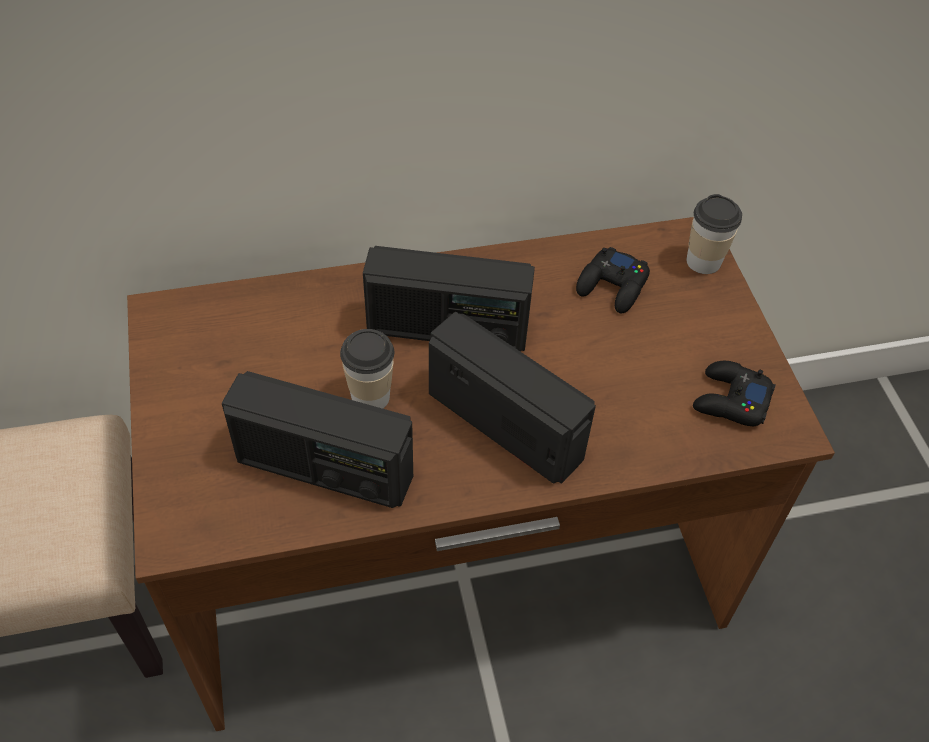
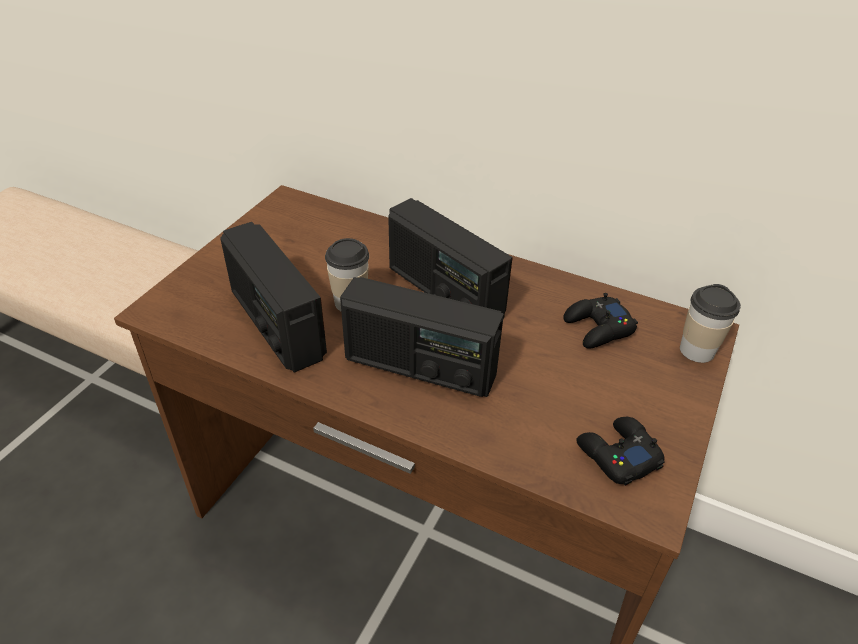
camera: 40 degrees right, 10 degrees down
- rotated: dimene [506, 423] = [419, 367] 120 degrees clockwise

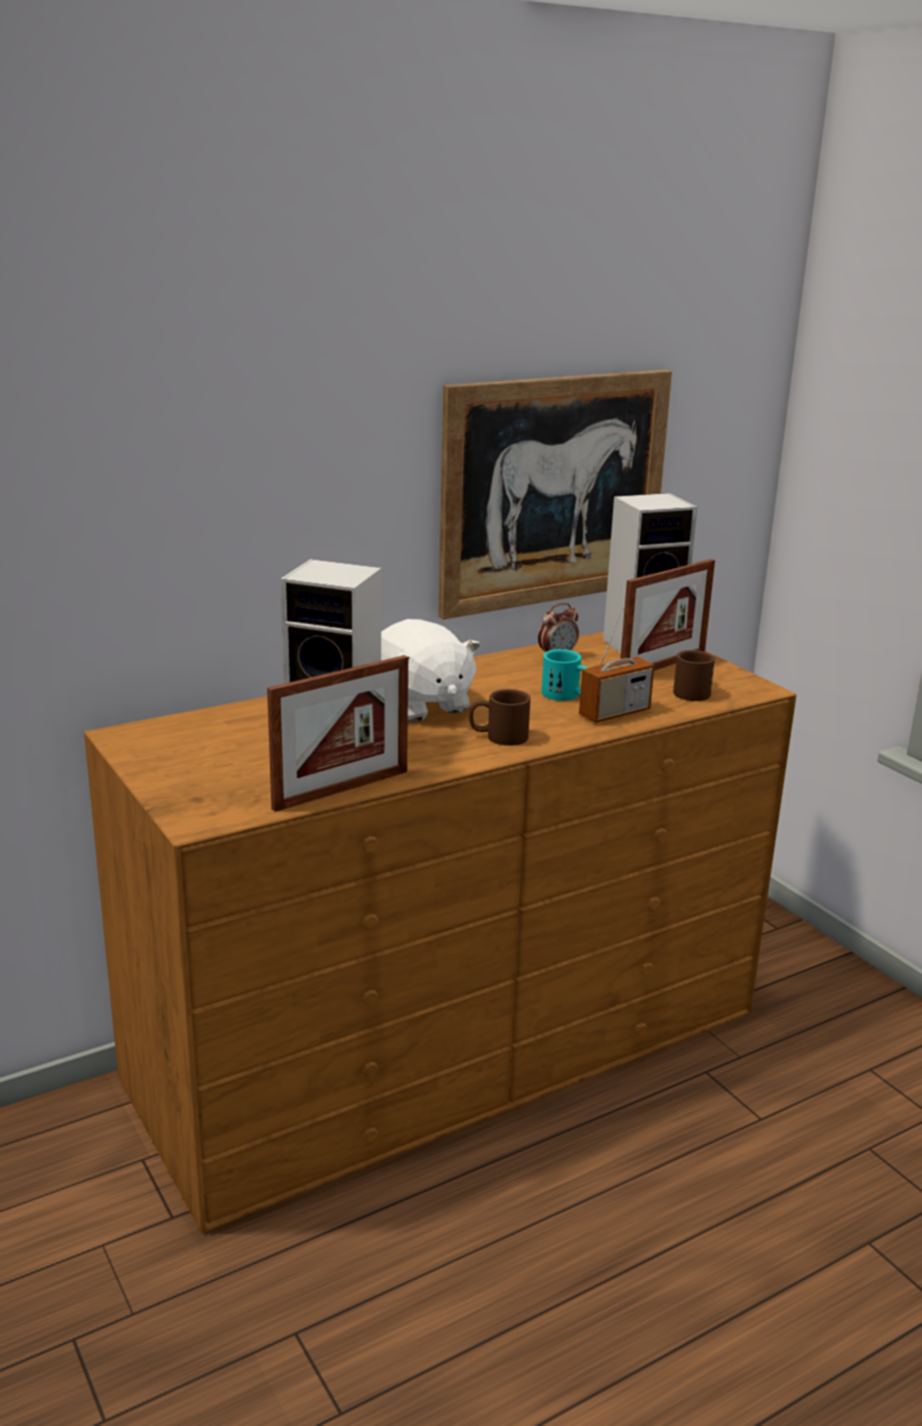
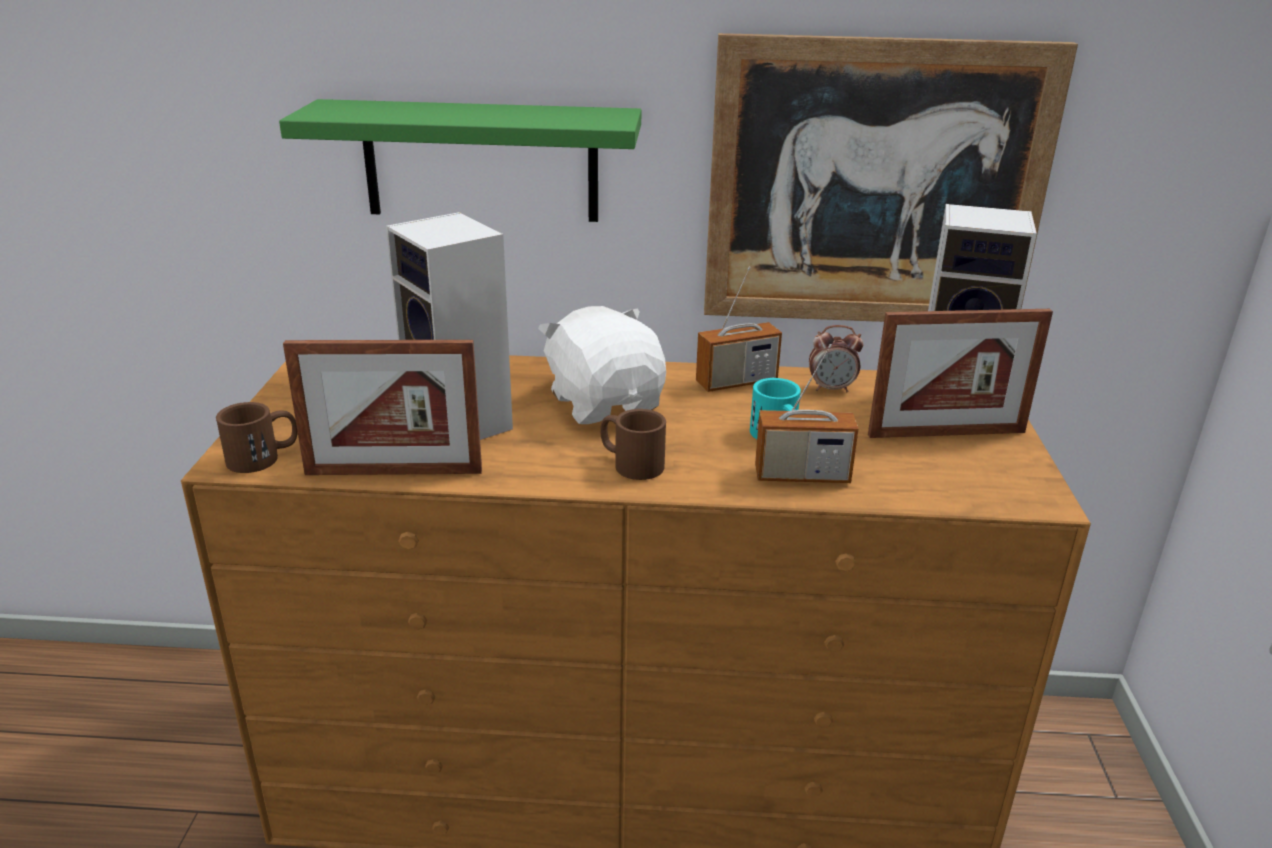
camera: 35 degrees right, 5 degrees up
- shifted: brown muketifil [694, 691] to [264, 457]
- new: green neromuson [481, 161]
- rotated: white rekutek [420, 705] = [605, 403] 150 degrees clockwise
- new: dimene [736, 382]

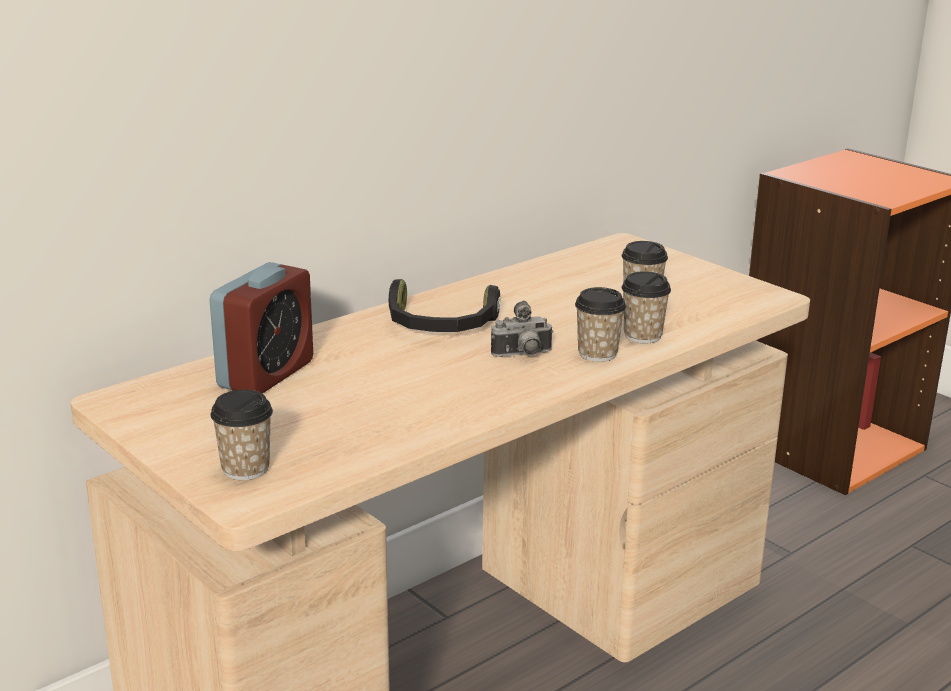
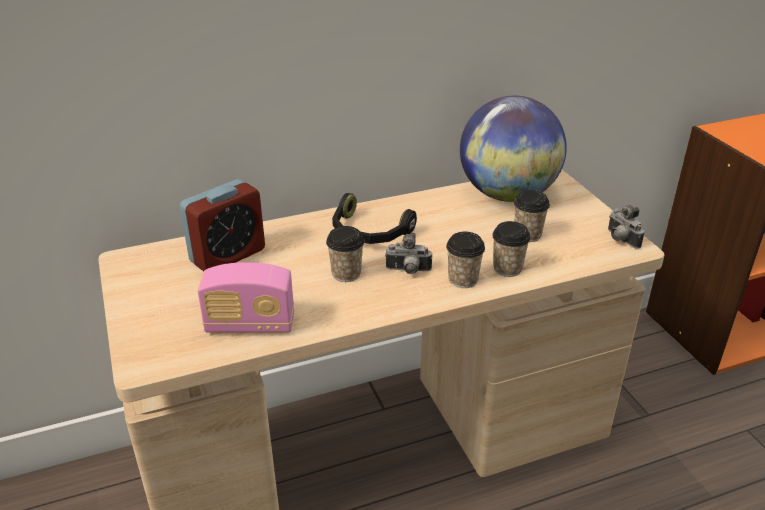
camera: 20 degrees right, 10 degrees up
- new: dimene [250, 325]
- shifted: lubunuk [245, 469] to [346, 274]
- new: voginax [507, 194]
- new: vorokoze [620, 240]

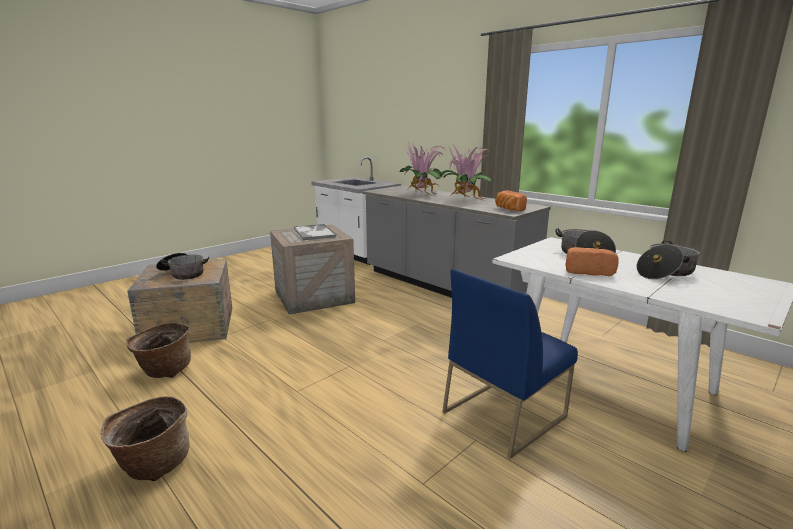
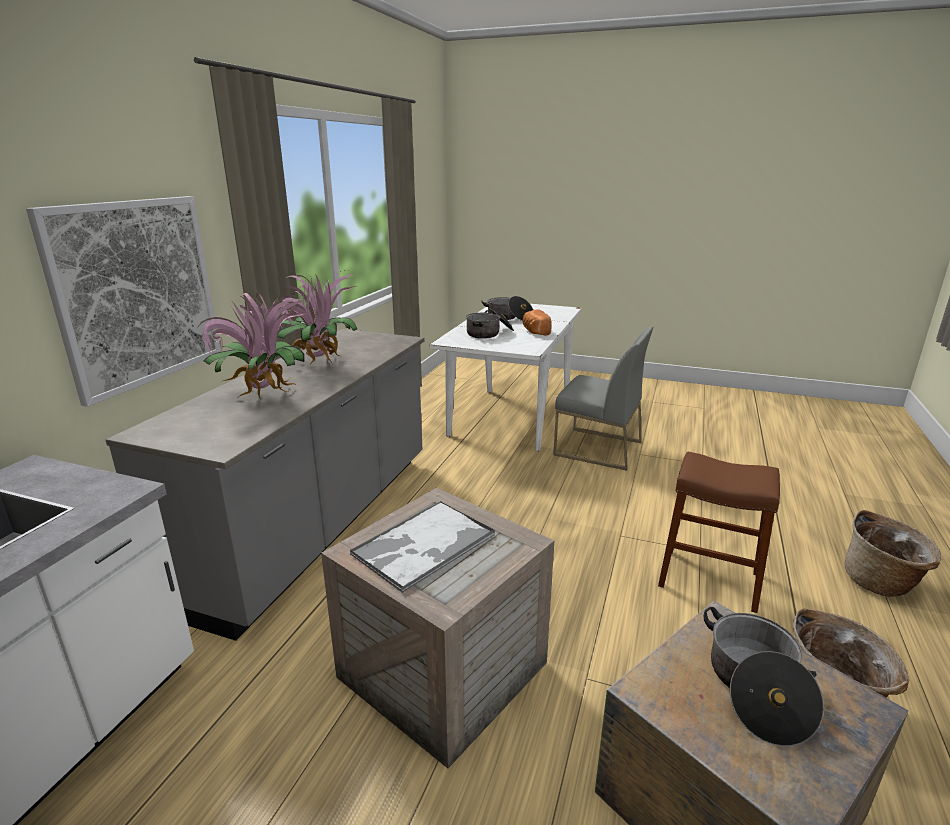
camera: 115 degrees left, 5 degrees up
- new: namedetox [137, 293]
- repainted: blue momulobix [504, 414] to grey momulobix [597, 448]
- new: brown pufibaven [709, 579]
- gone: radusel [508, 209]

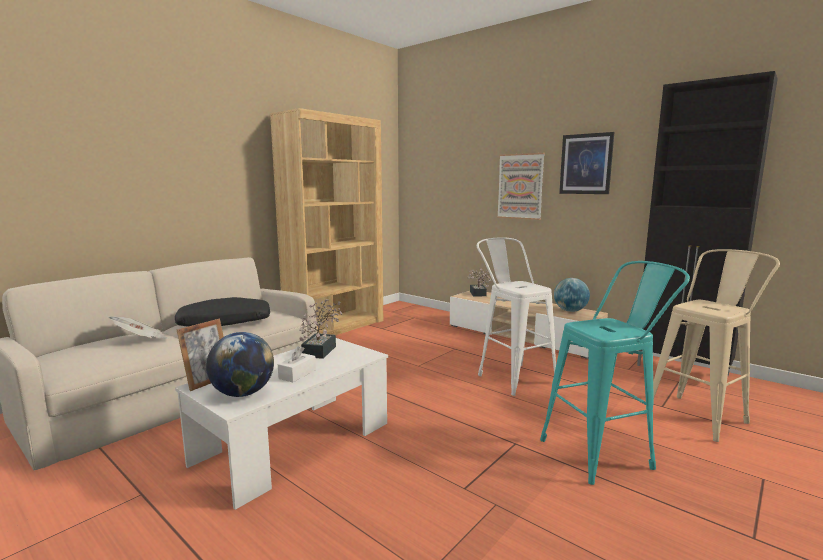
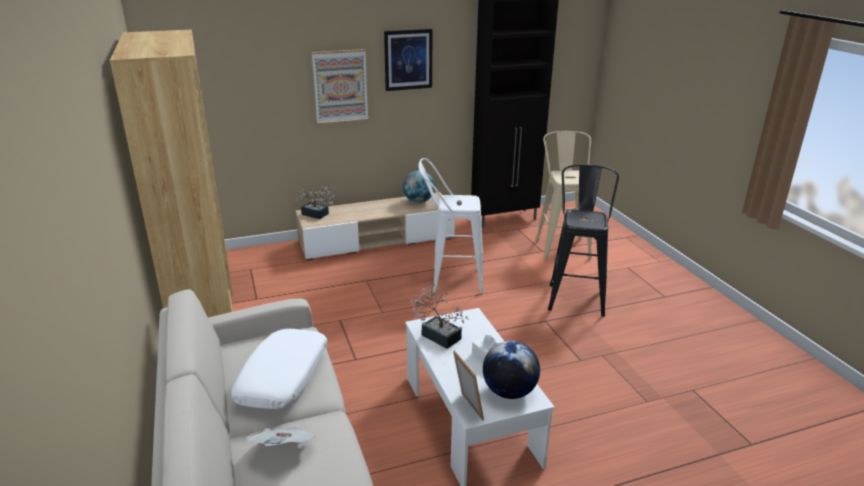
camera: 60 degrees left, 15 degrees up
- repainted: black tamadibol [225, 323] to white tamadibol [283, 377]
- repainted: turquoise pufibaven [604, 452] to black pufibaven [576, 296]

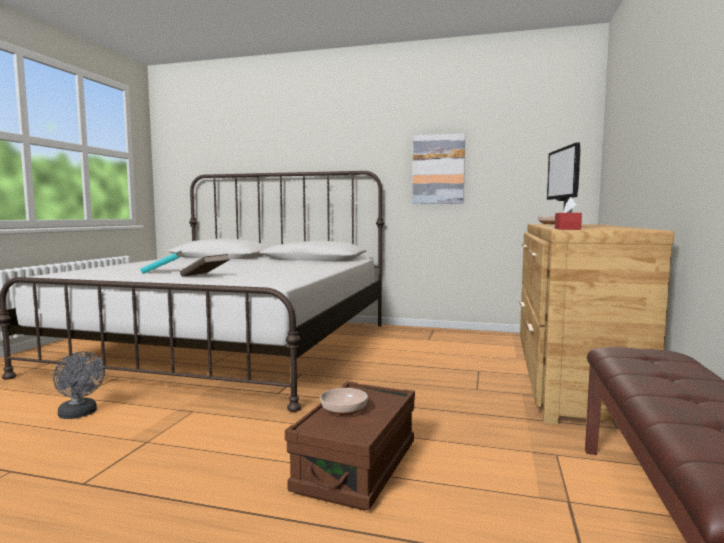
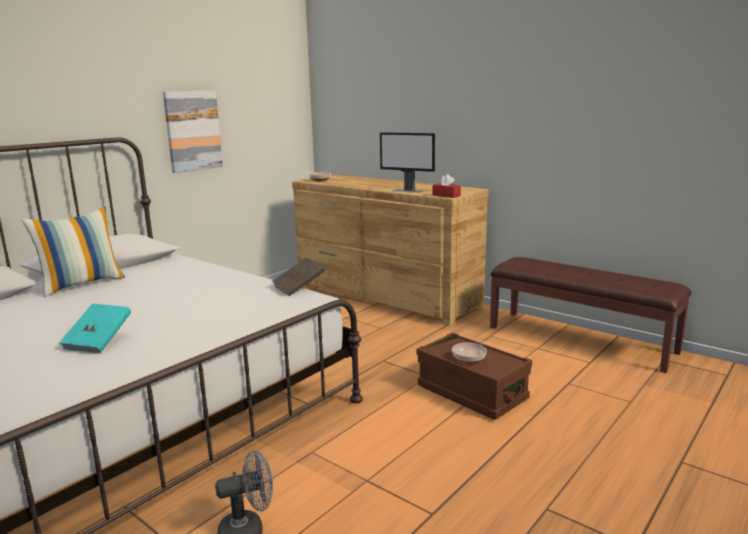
camera: 65 degrees left, 10 degrees up
- new: tamadibol [82, 284]
- shifted: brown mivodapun [205, 276] to [299, 287]

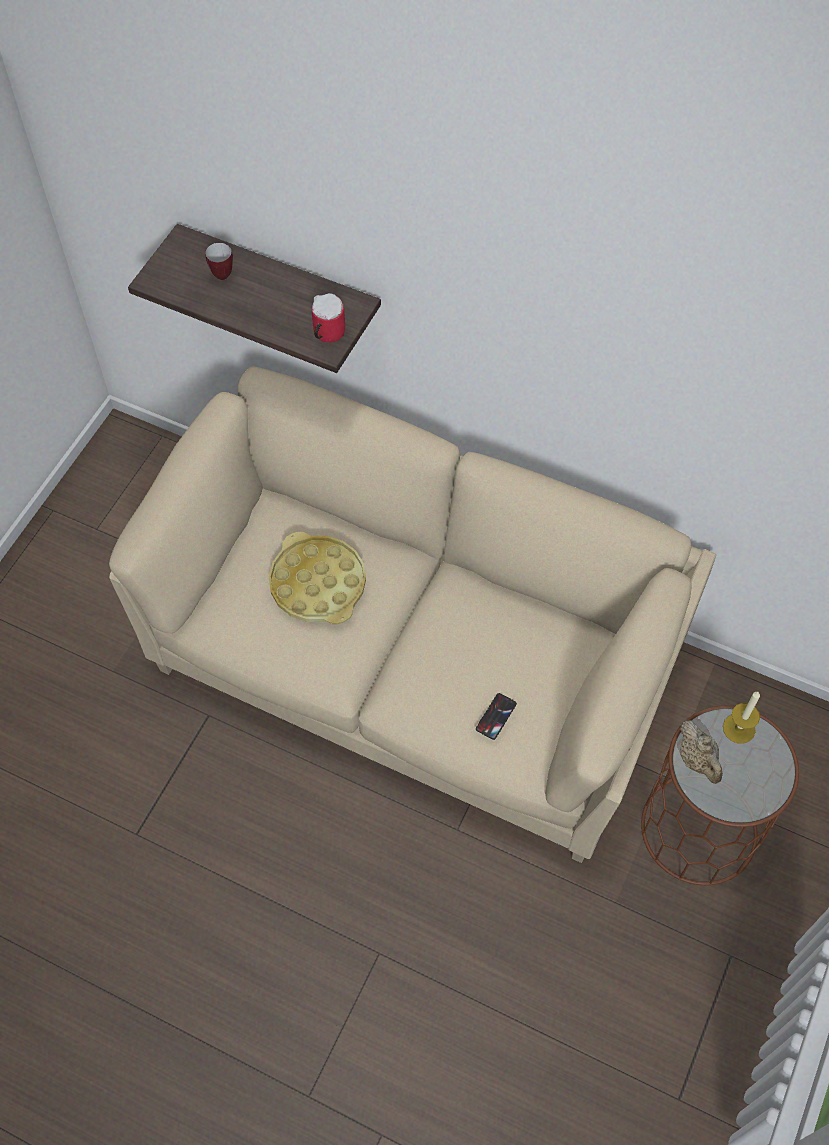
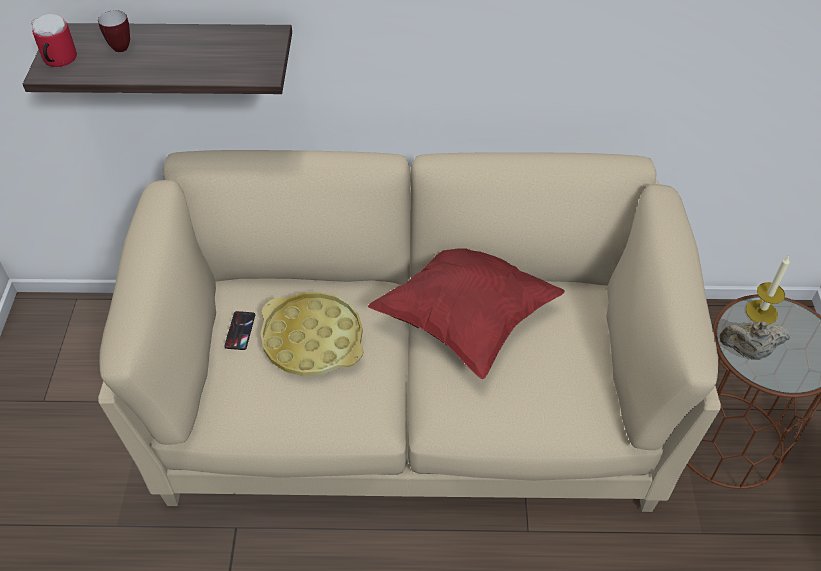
camera: 25 degrees left, 10 degrees down
- shifted: muketifil [325, 334] to [57, 61]
- shifted: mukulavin [496, 716] to [240, 331]
- new: red tamadibol [465, 318]
- rotated: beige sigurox [697, 760] = [748, 351] 135 degrees clockwise

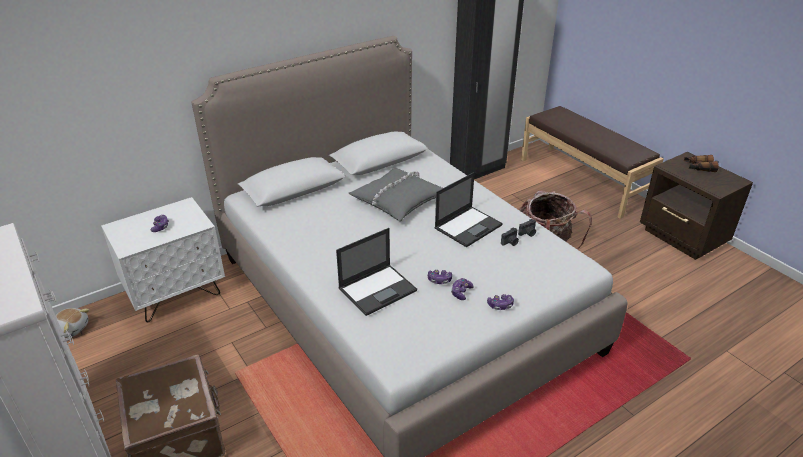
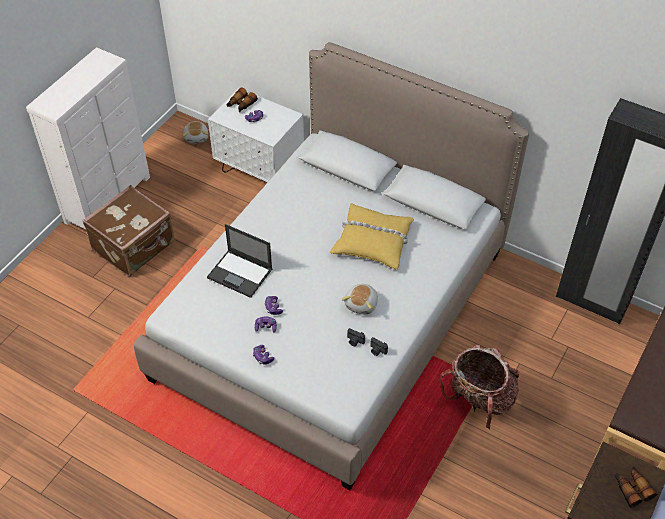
camera: 65 degrees right, 15 degrees up
- new: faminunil [241, 105]
- repainted: grey tamadibol [397, 200] to yellow tamadibol [373, 241]
- swapped: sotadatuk [468, 226] to rekutek [362, 304]

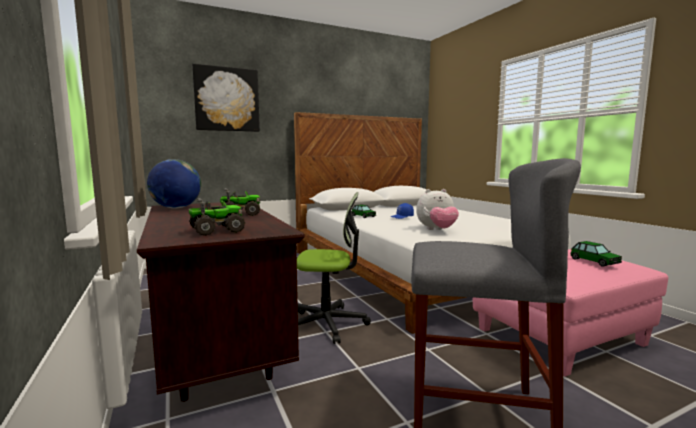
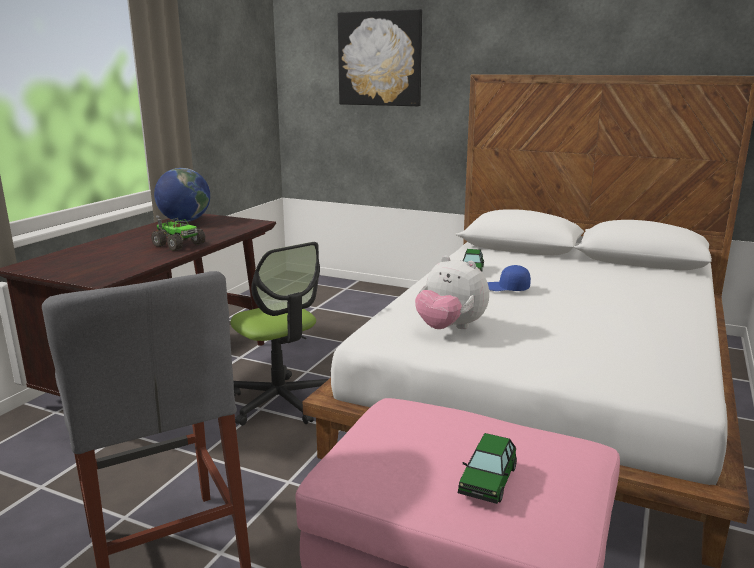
camera: 50 degrees right, 10 degrees up
- gone: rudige [216, 231]

